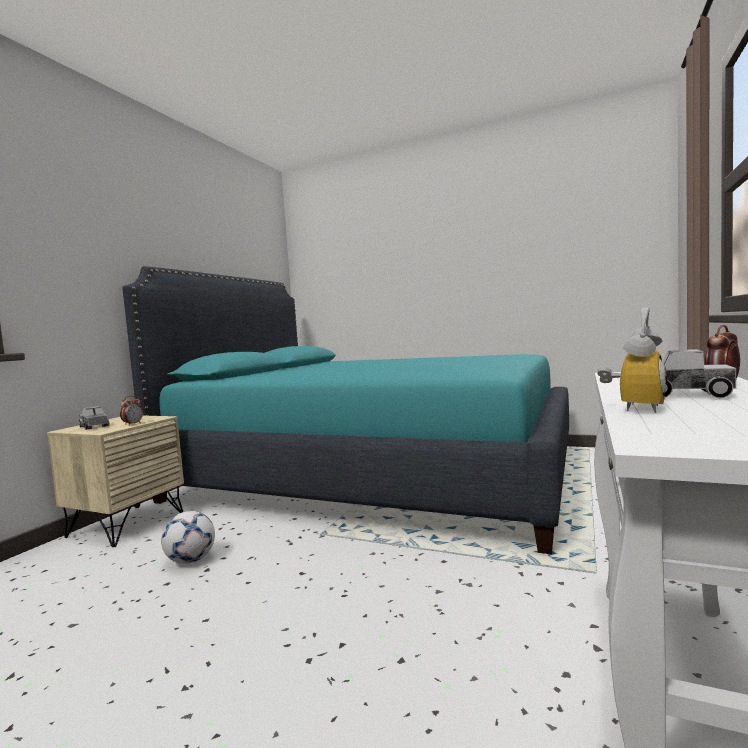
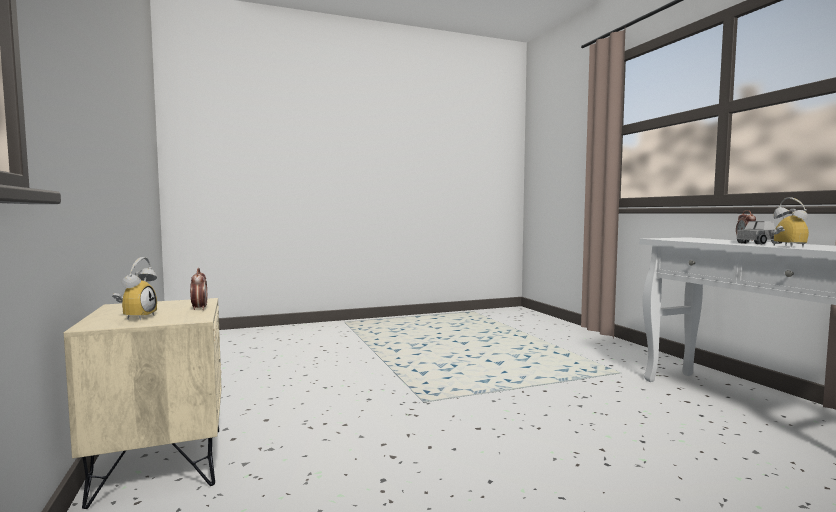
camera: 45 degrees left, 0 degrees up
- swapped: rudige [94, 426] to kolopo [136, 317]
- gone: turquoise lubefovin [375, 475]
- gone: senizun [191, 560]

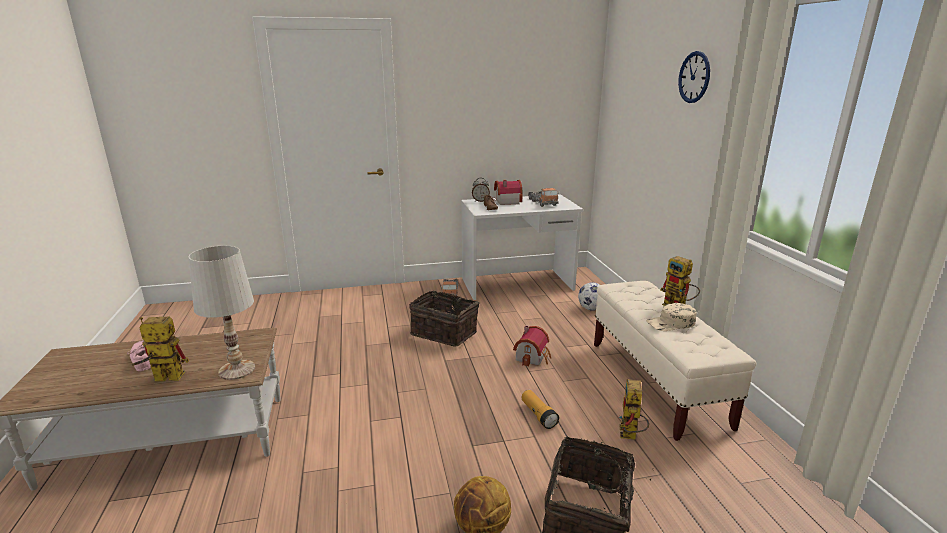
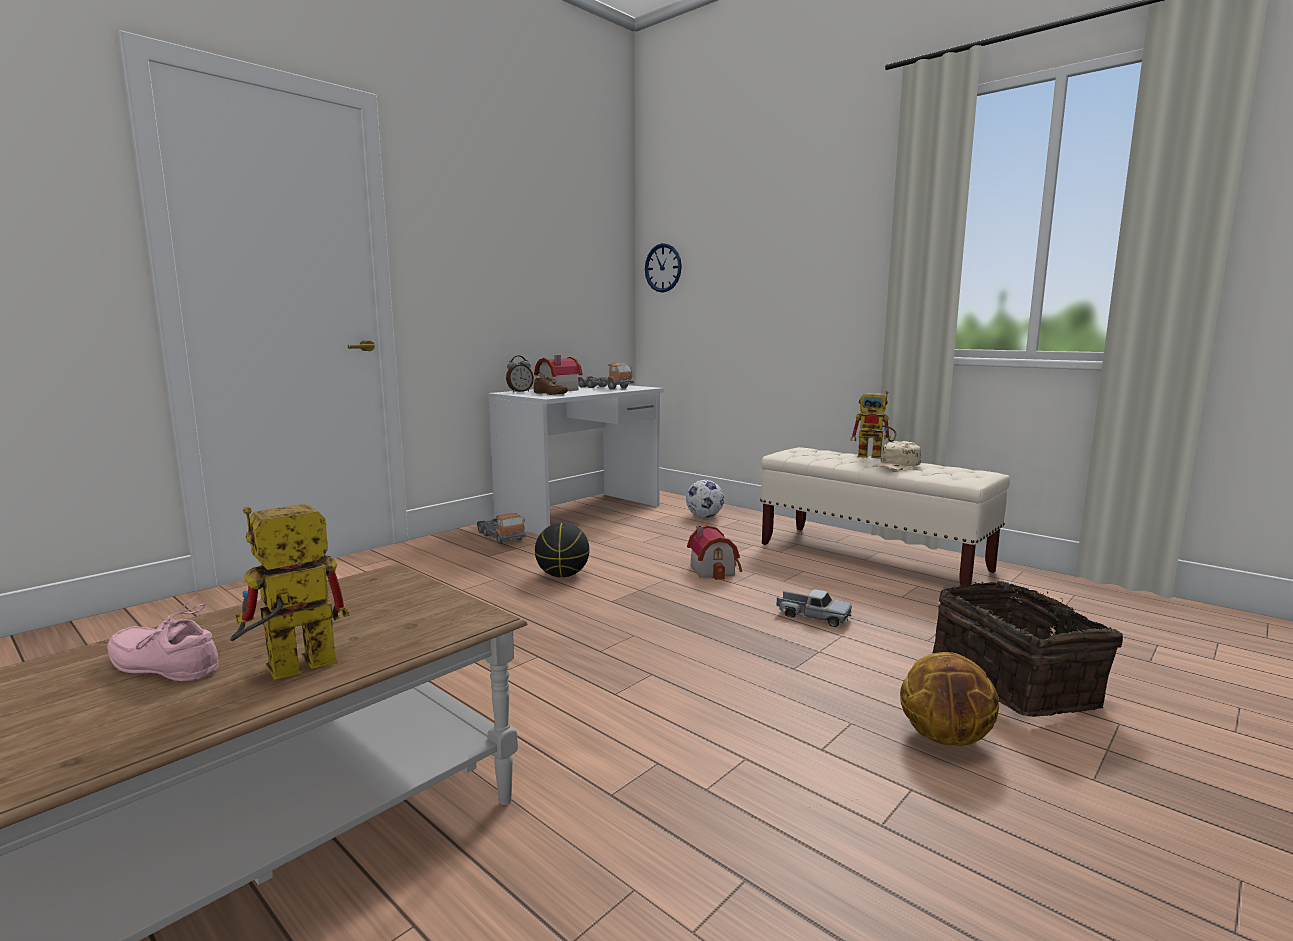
camera: 35 degrees left, 10 degrees down
- swapped: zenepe [445, 333] to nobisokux [563, 575]
- shifted: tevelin [694, 77] to [663, 268]
- swapped: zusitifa [538, 415] to rudige [813, 616]
- gone: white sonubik [237, 370]
- gone: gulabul [630, 436]

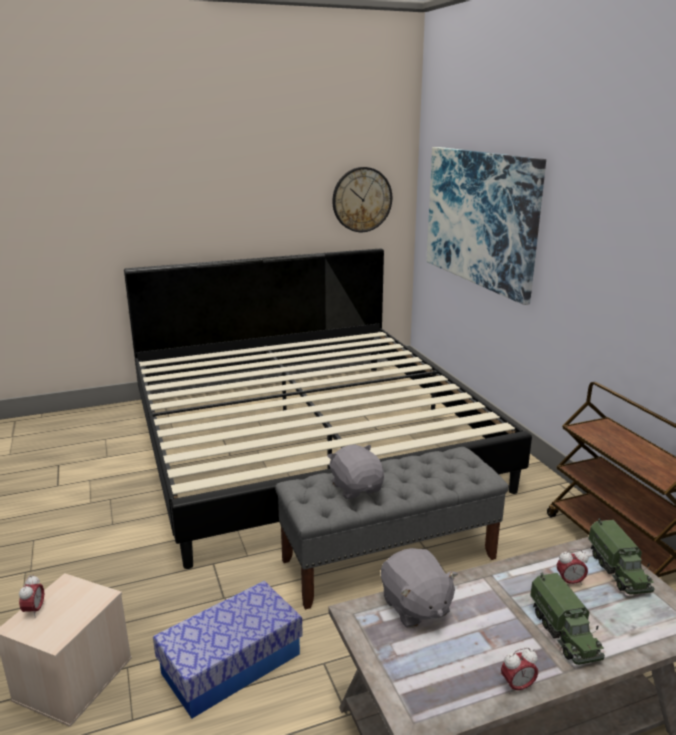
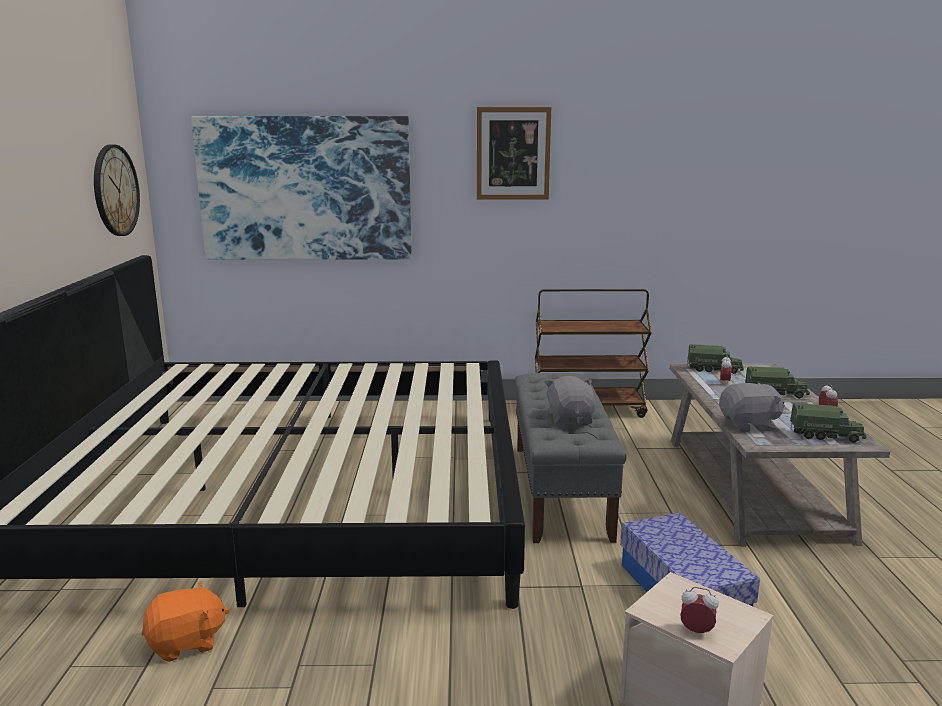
camera: 70 degrees left, 5 degrees down
- new: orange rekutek [186, 643]
- new: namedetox [513, 153]
- rotated: grey rekutek [356, 488] = [570, 419] 90 degrees clockwise
- new: rudige [826, 436]

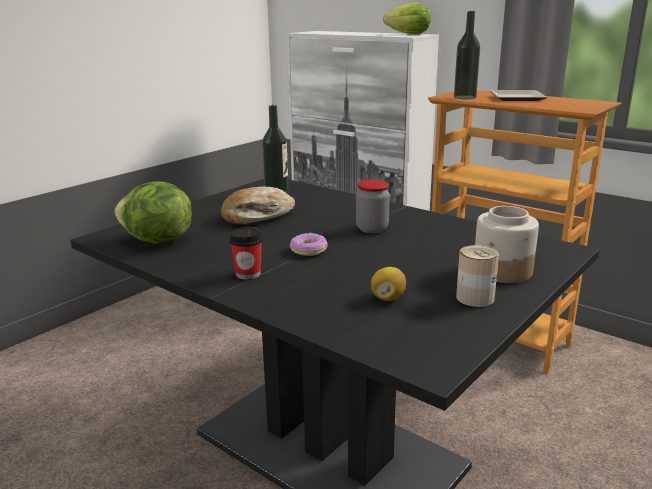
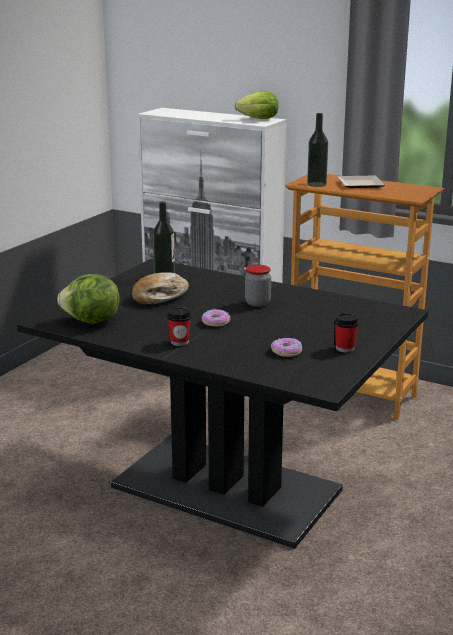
camera: 10 degrees left, 0 degrees up
- swapped: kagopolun [388, 298] to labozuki [286, 352]
- swapped: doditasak [475, 298] to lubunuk [345, 348]
- gone: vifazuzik [502, 271]

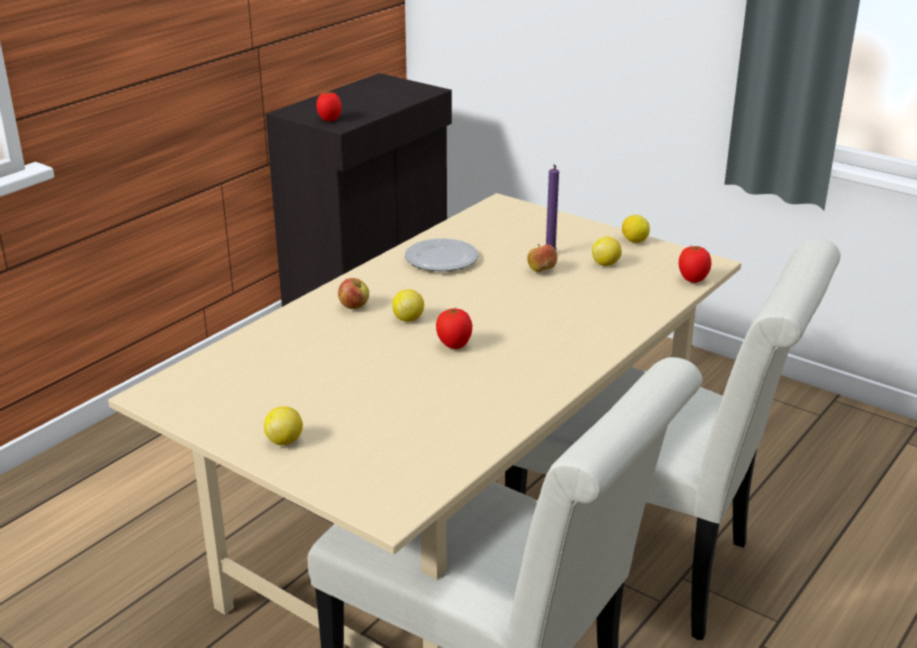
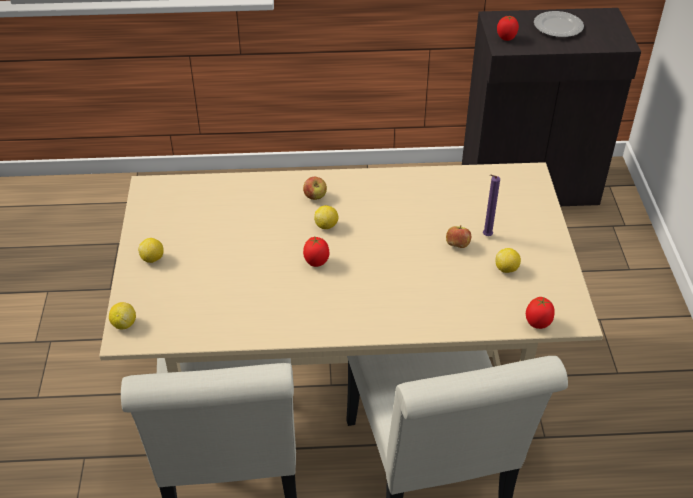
camera: 50 degrees right, 15 degrees up
- shifted: kagopolun [634, 241] to [124, 324]
- shifted: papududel [440, 259] to [557, 27]

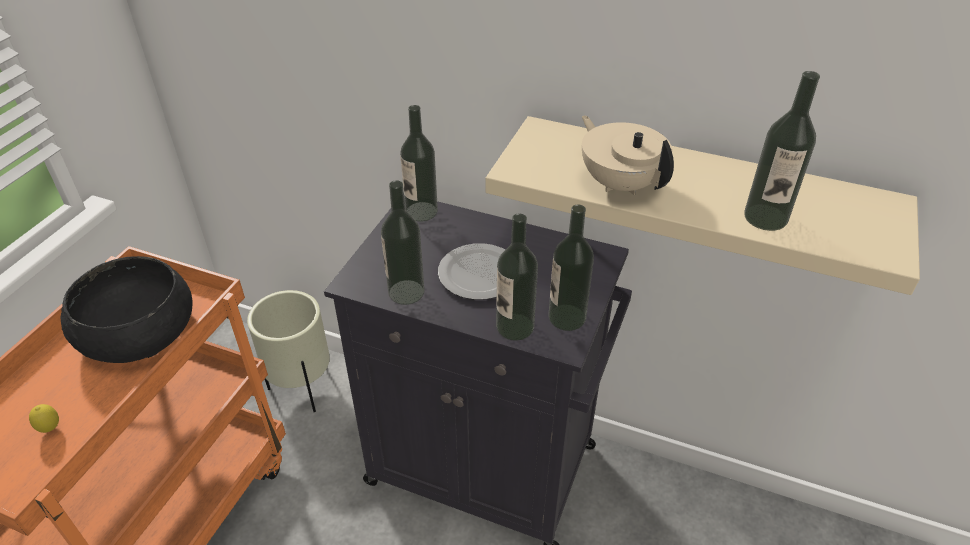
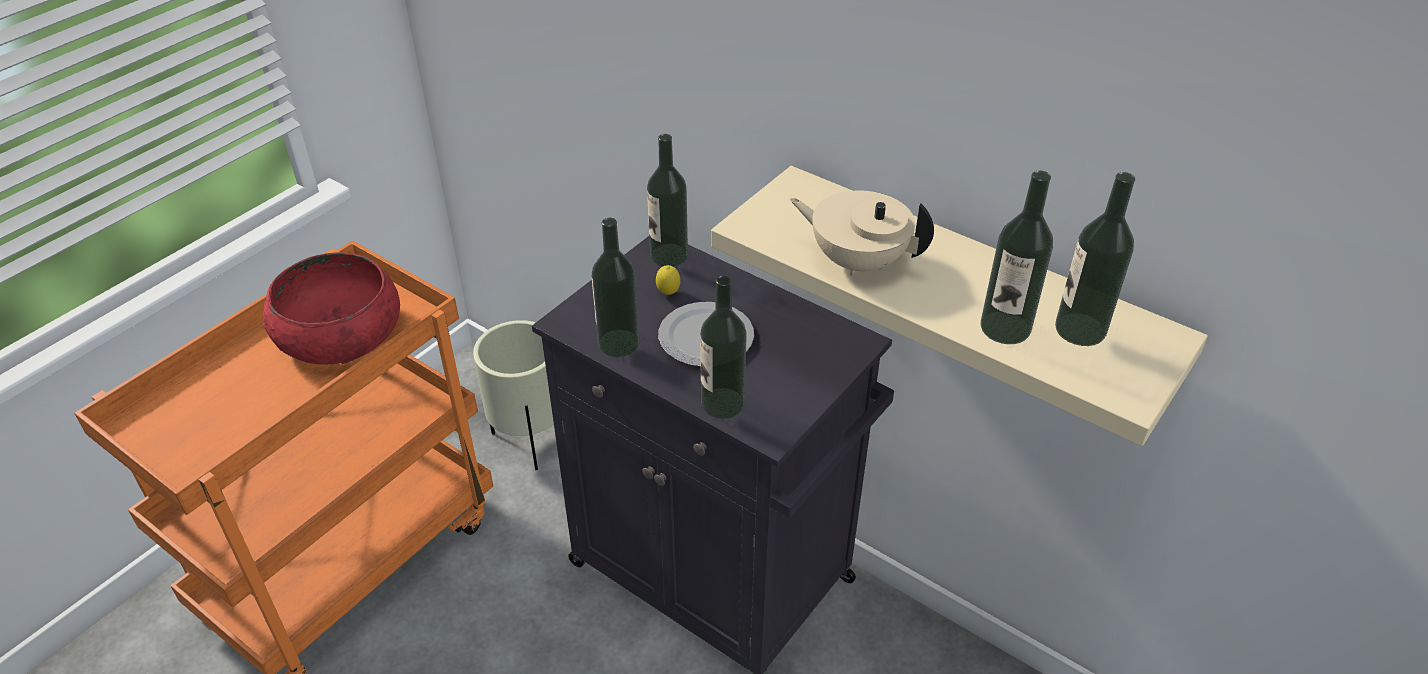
camera: 15 degrees right, 0 degrees up
- repainted: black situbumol [138, 331] to red situbumol [340, 334]
- shifted: kagopolun [51, 429] to [668, 294]
- rotated: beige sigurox [620, 183] = [857, 261] 45 degrees counterclockwise
- shifted: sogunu [567, 317] to [1080, 329]

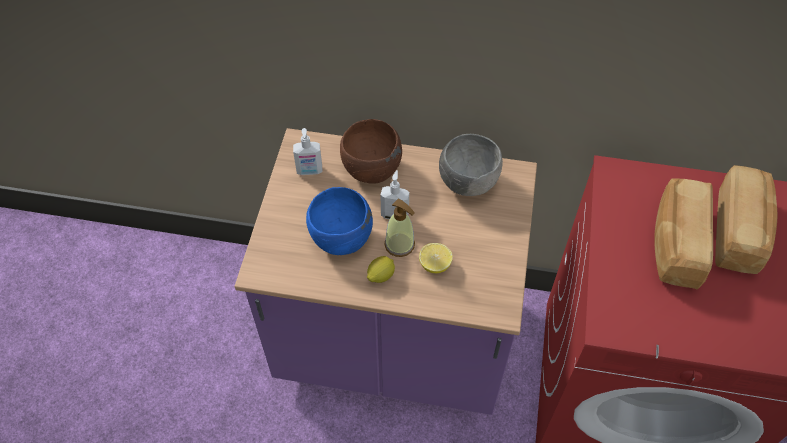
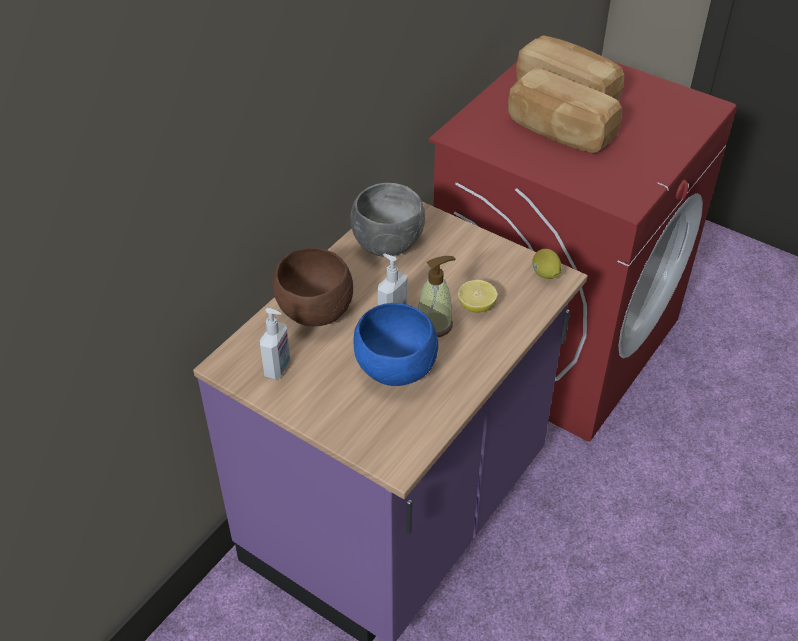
camera: 65 degrees left, 10 degrees down
- shifted: kagopolun [380, 275] to [545, 274]

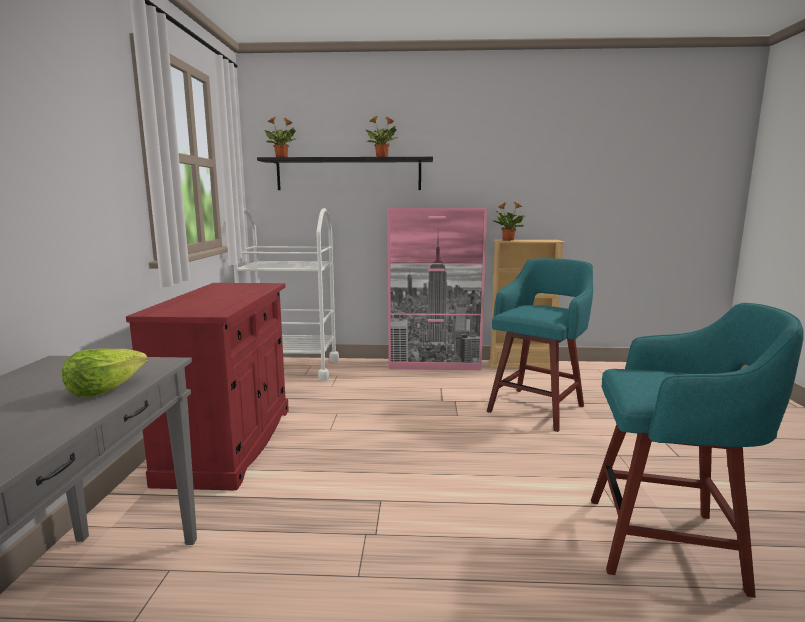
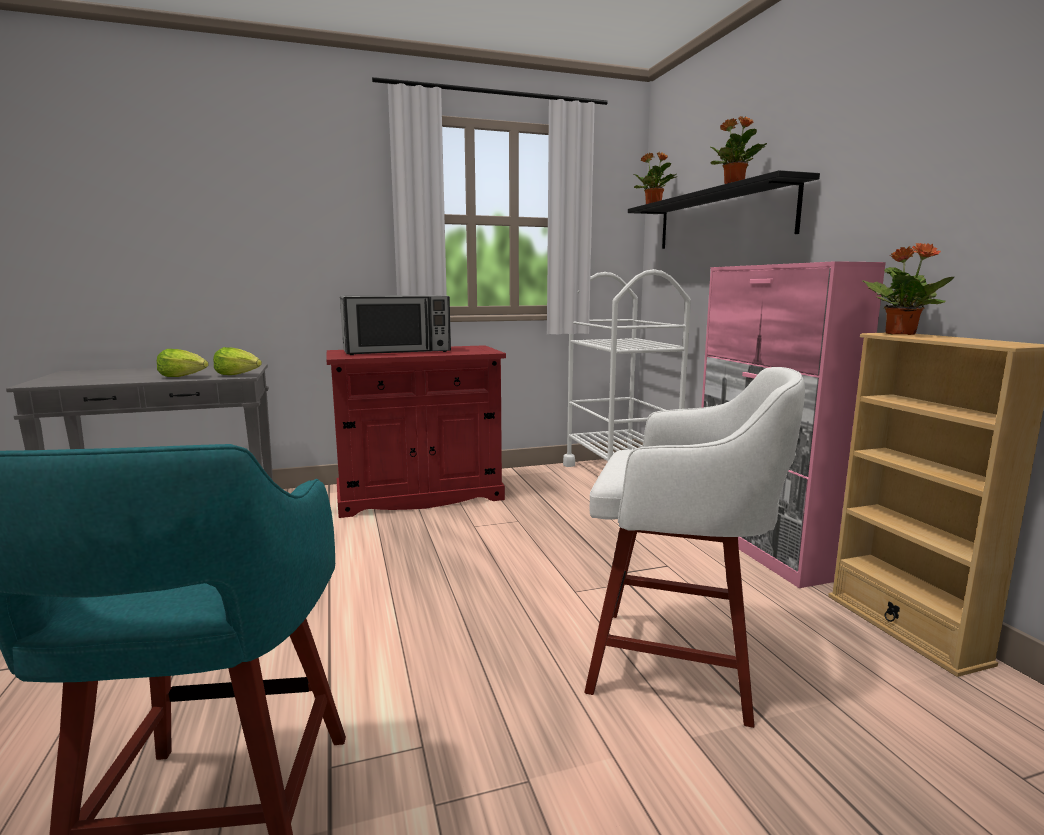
camera: 70 degrees right, 0 degrees up
- new: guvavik [238, 375]
- new: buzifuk [397, 351]
- repainted: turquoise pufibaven [537, 408] to white pufibaven [679, 664]

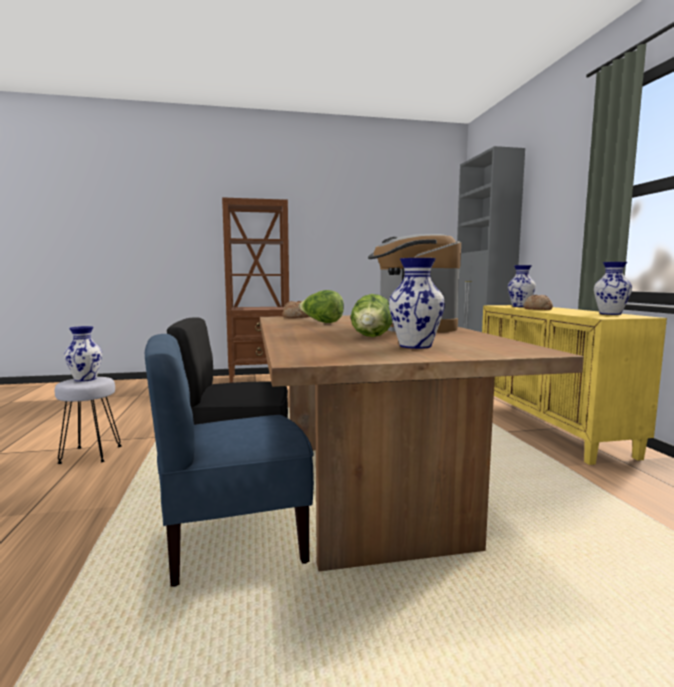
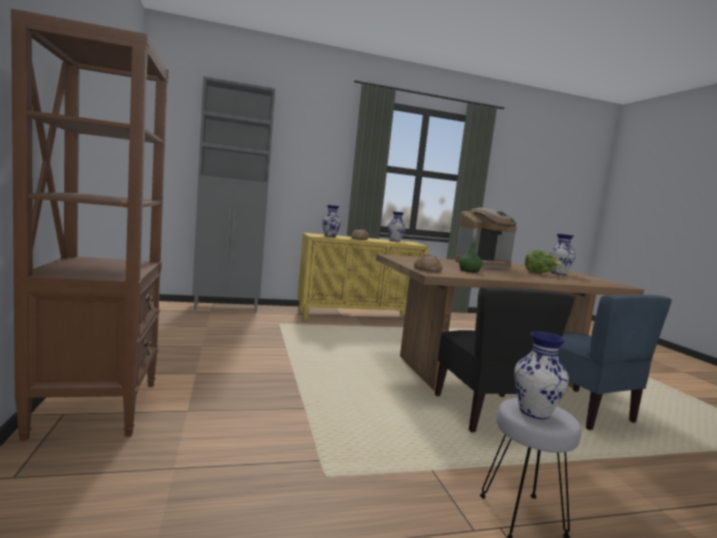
camera: 95 degrees left, 0 degrees up
- swapped: guvavik [321, 322] to green sogunu [469, 271]

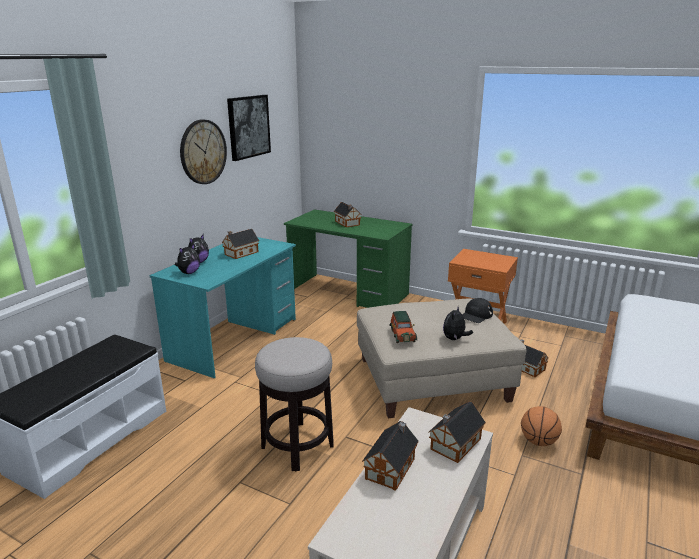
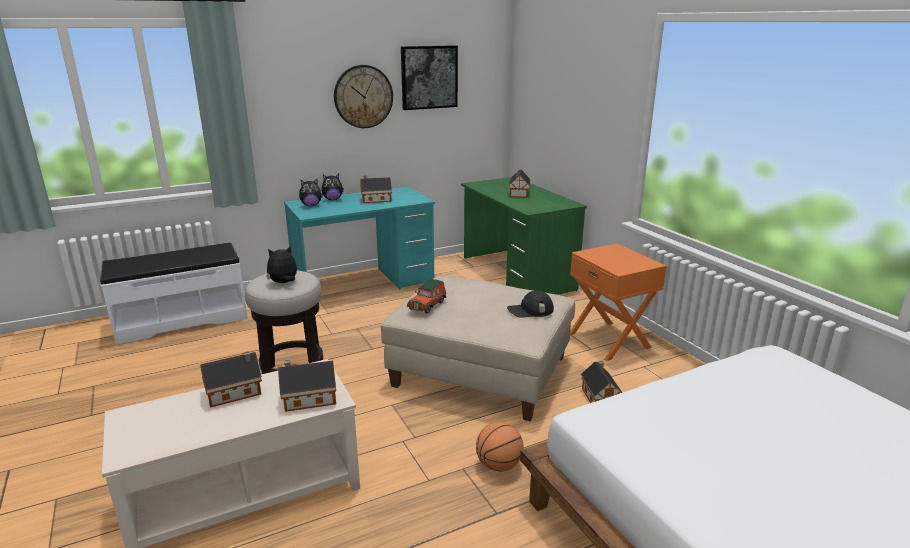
camera: 35 degrees right, 0 degrees up
- shifted: rekutek [455, 339] to [284, 283]

